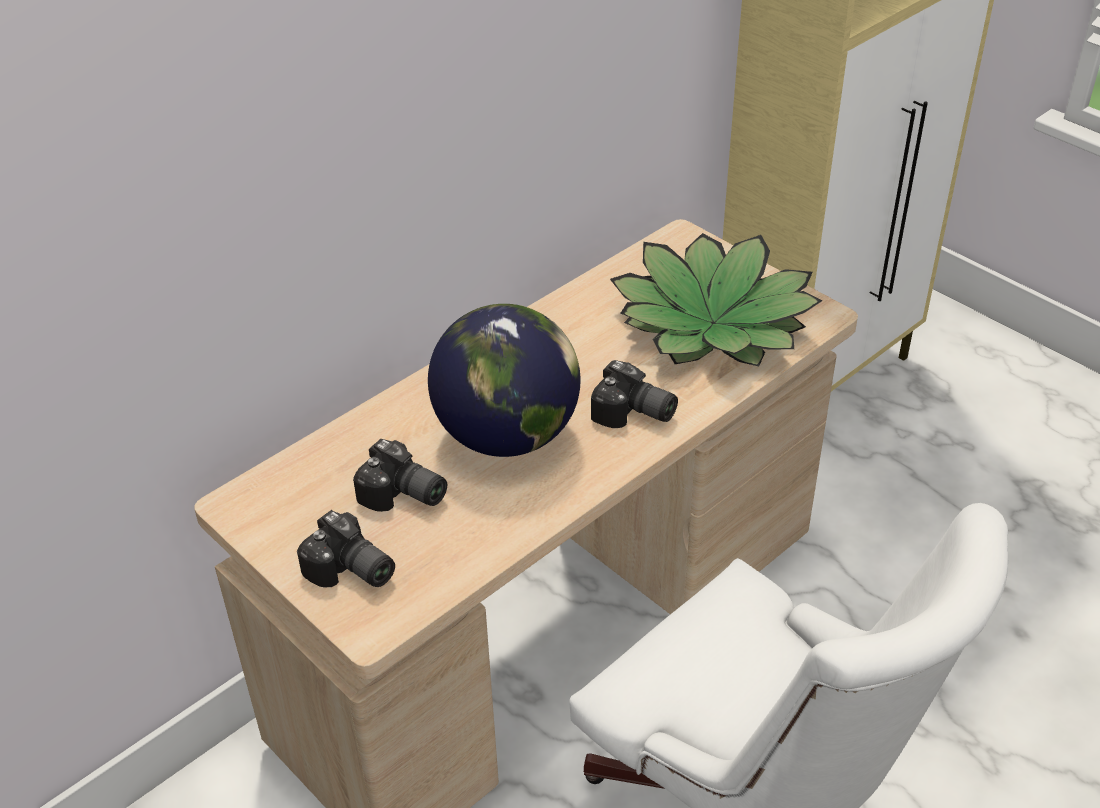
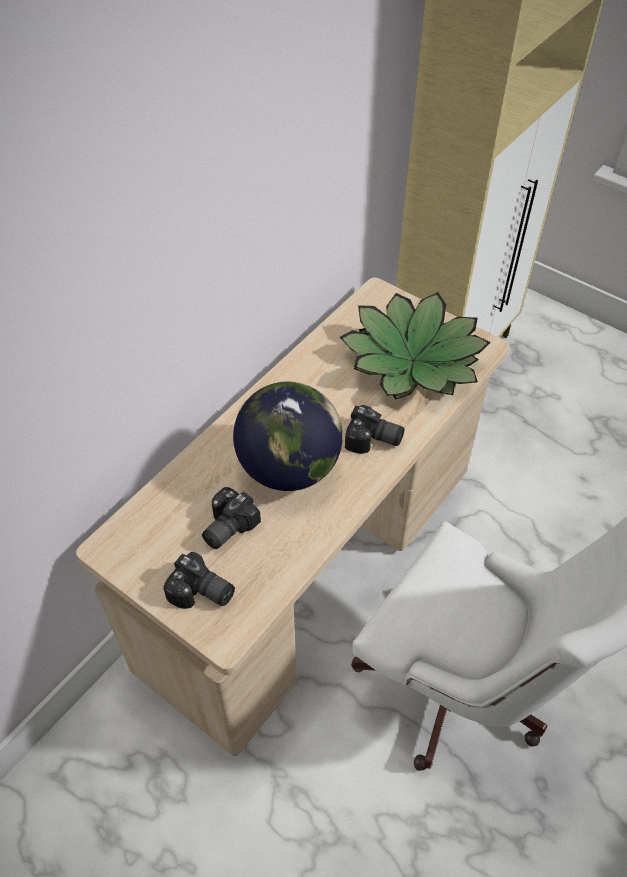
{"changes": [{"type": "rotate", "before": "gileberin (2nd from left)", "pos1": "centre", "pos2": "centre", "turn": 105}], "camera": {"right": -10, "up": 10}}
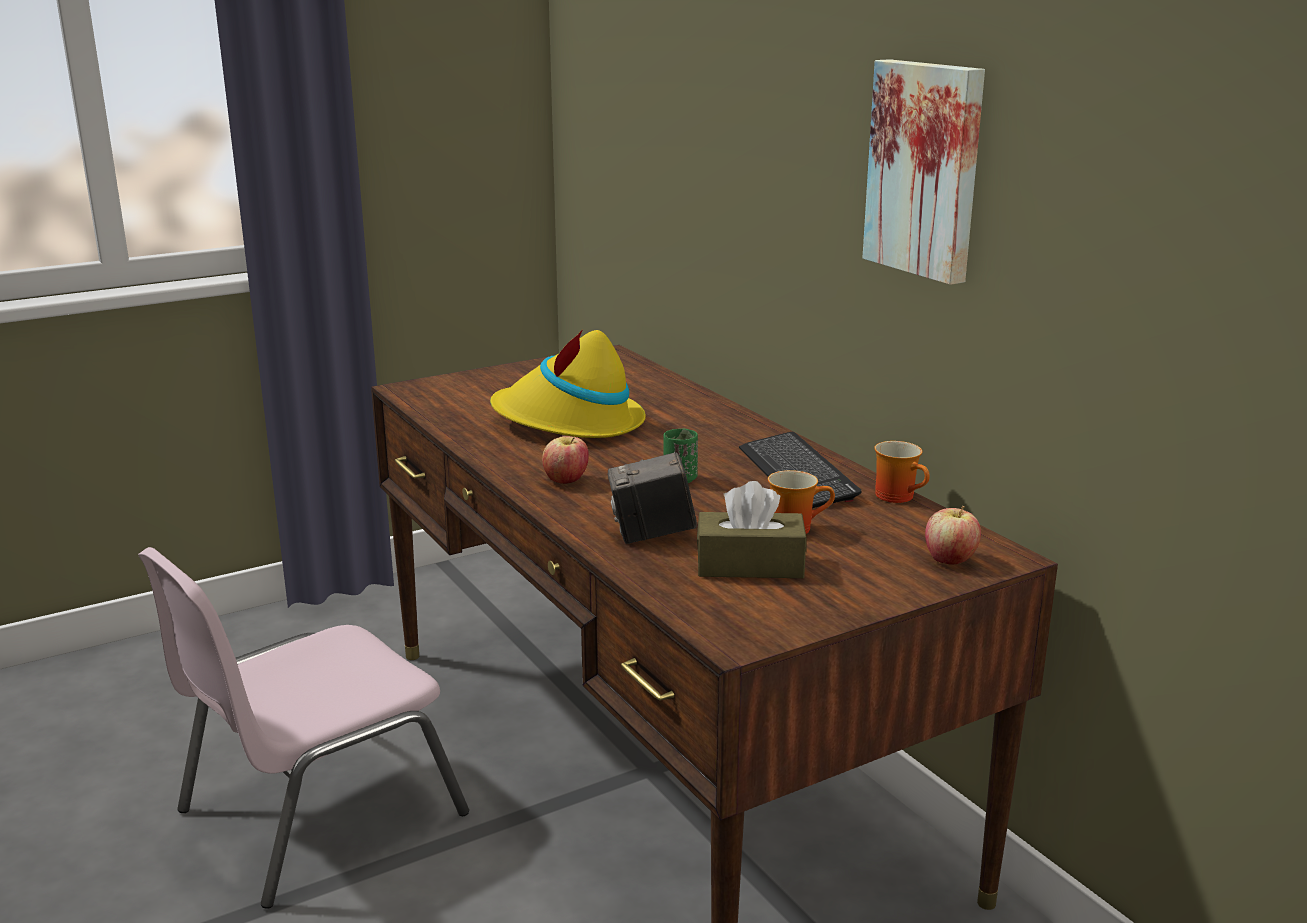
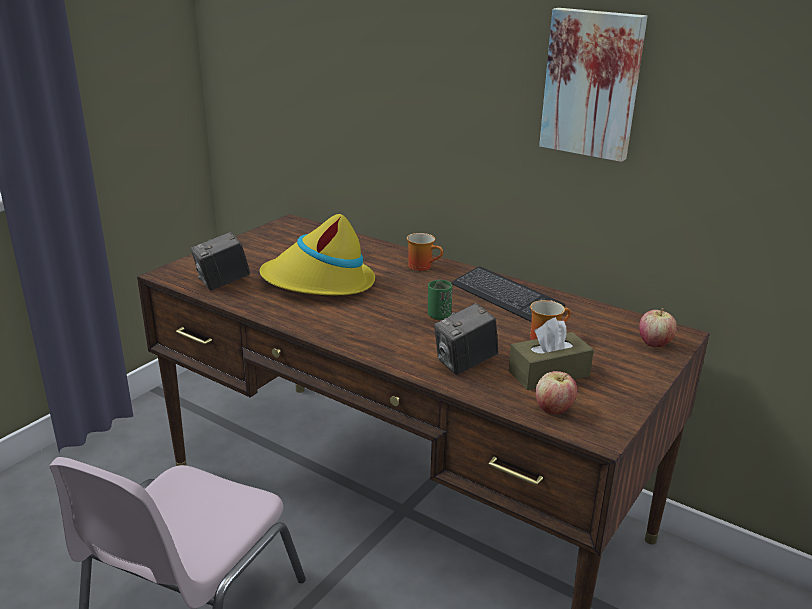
{"changes": [{"type": "move", "before": "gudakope (1st from left)", "pos1": "centre", "pos2": "middle right"}, {"type": "move", "before": "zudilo (2nd from left in the first image)", "after": "zudilo (1st from left)", "pos1": "middle right", "pos2": "centre"}, {"type": "insert", "after": "gileberin (1st from left)", "pos2": "middle left"}], "camera": {"right": -25, "up": 5}}
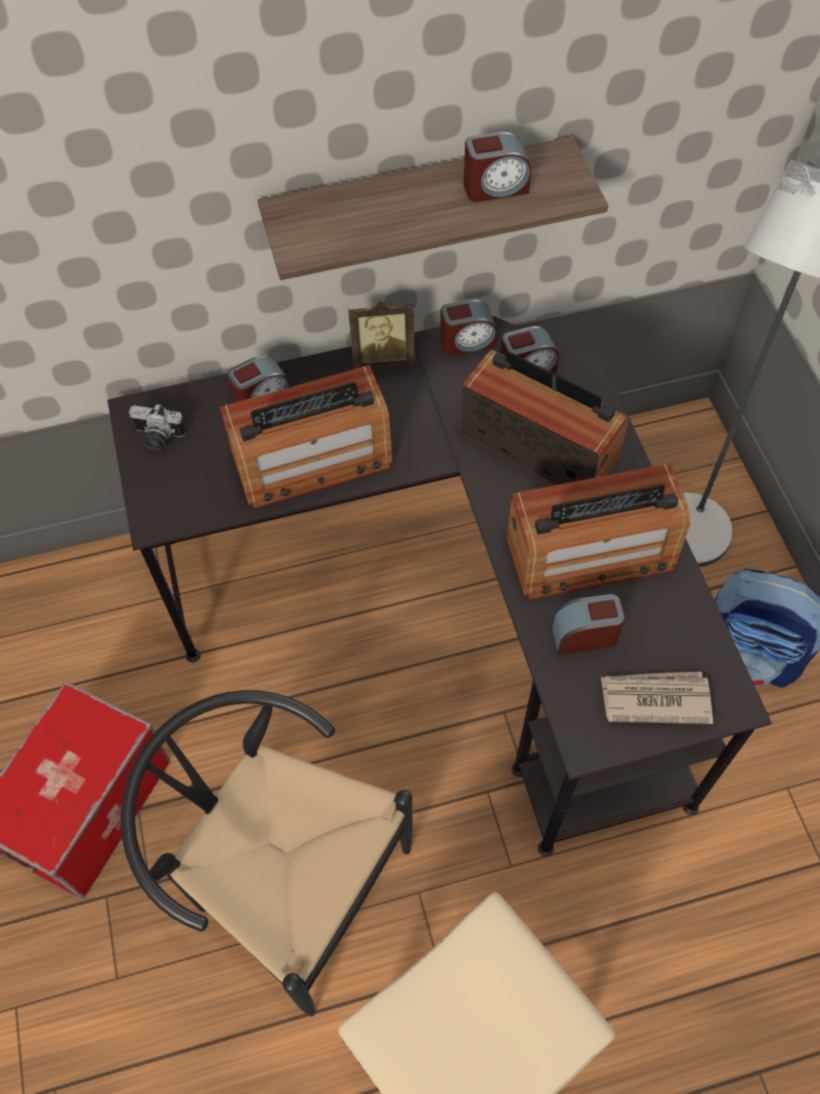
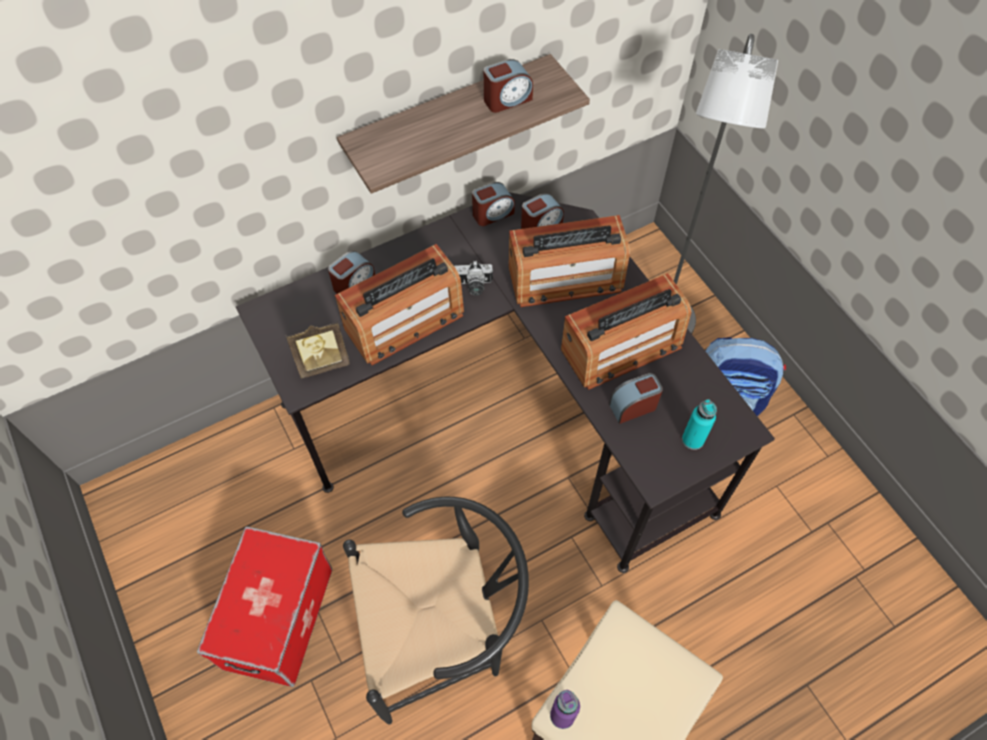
{"changes": [{"type": "rotate", "before": "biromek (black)", "pos1": "bottom left", "pos2": "bottom centre", "turn": 150}, {"type": "move", "before": "gileberin", "pos1": "middle left", "pos2": "centre"}, {"type": "move", "before": "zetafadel", "pos1": "top centre", "pos2": "middle left"}, {"type": "rotate", "before": "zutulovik (2nd from left)", "pos1": "centre", "pos2": "centre", "turn": 150}, {"type": "replace", "before": "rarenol", "after": "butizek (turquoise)", "pos1": "middle right", "pos2": "middle right"}, {"type": "insert", "after": "butizek (purple)", "pos2": "bottom centre"}], "camera": {"right": -15, "up": 0}}
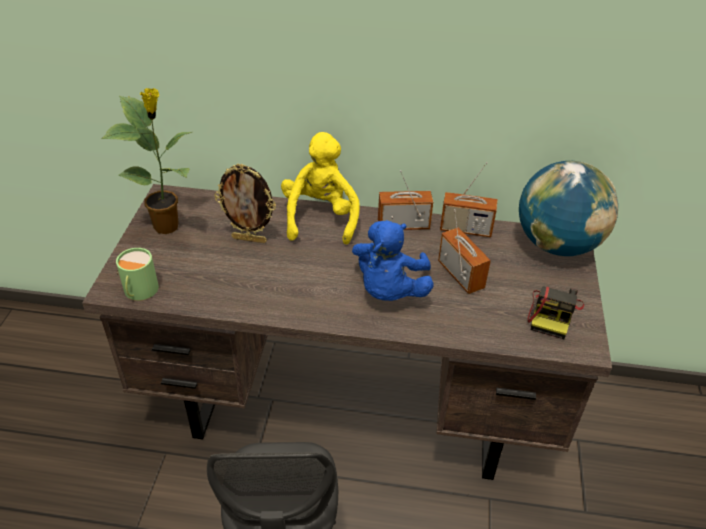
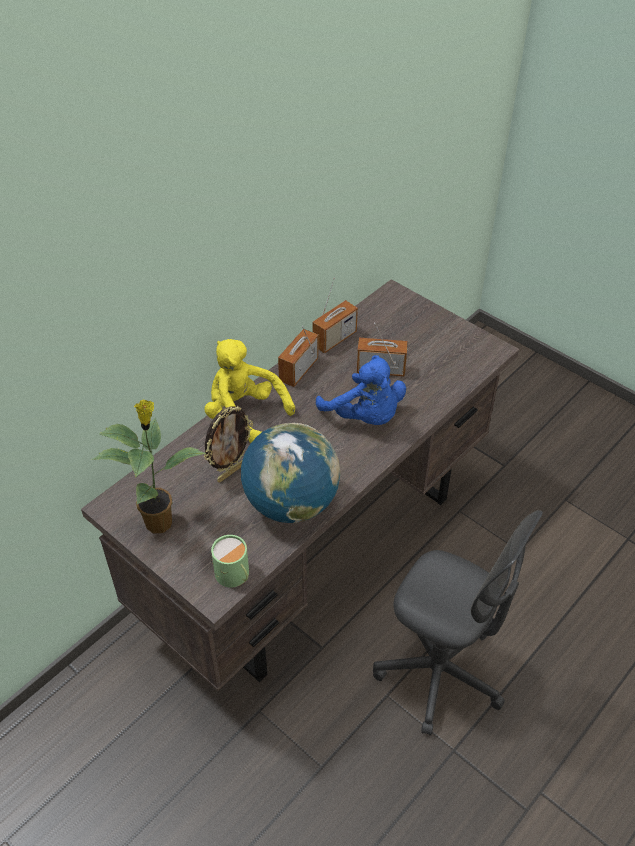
{"changes": [{"type": "move", "before": "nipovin", "pos1": "middle right", "pos2": "centre"}, {"type": "delete", "before": "gileberin", "pos1": "middle right"}], "camera": {"right": -55, "up": 5}}
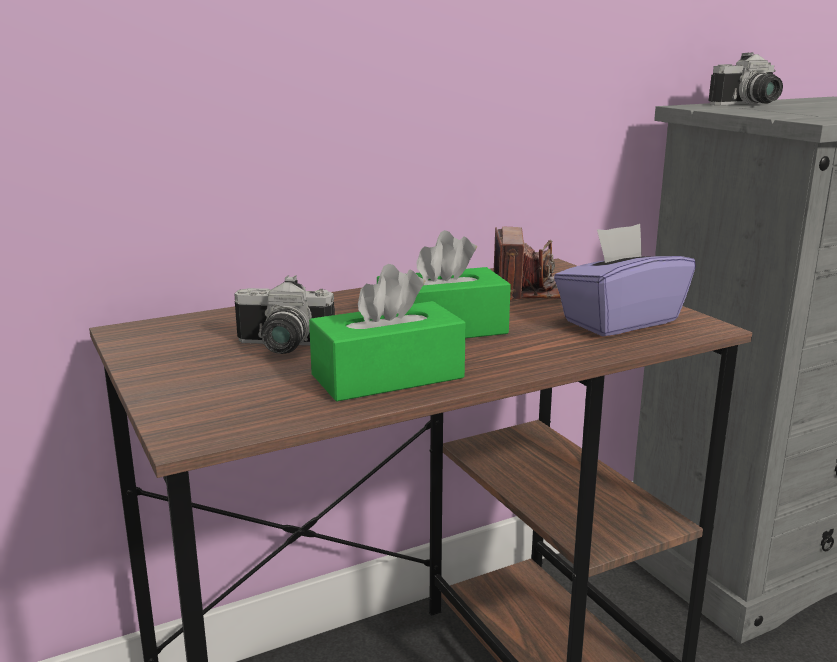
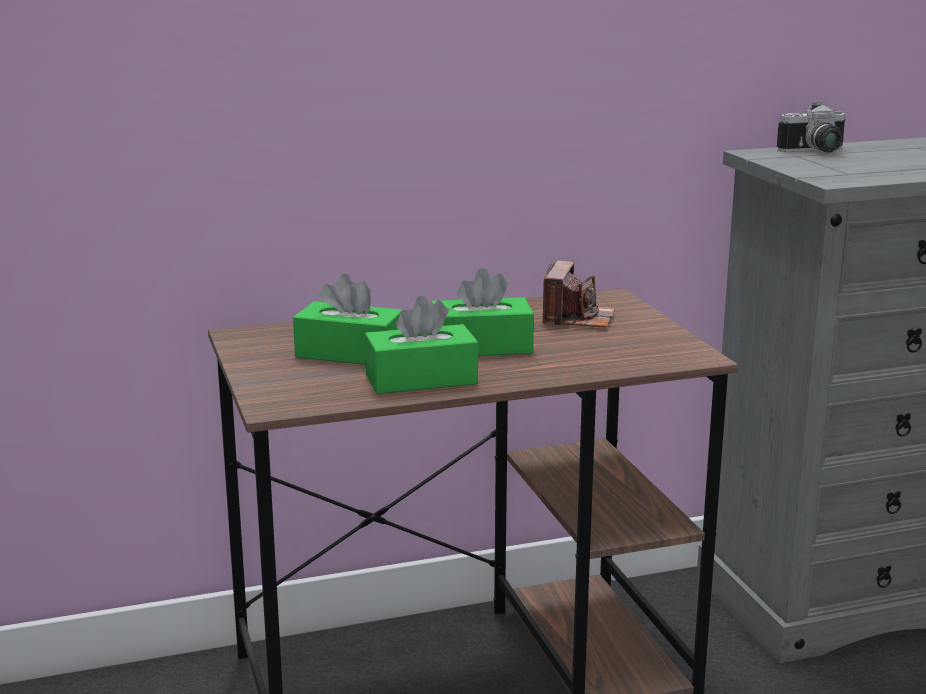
{"changes": [{"type": "replace", "before": "gileberin (1st from left)", "after": "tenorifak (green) (1st from left)", "pos1": "centre", "pos2": "centre"}, {"type": "delete", "before": "tenorifak (purple)", "pos1": "middle right"}], "camera": {"right": 10, "up": 0}}
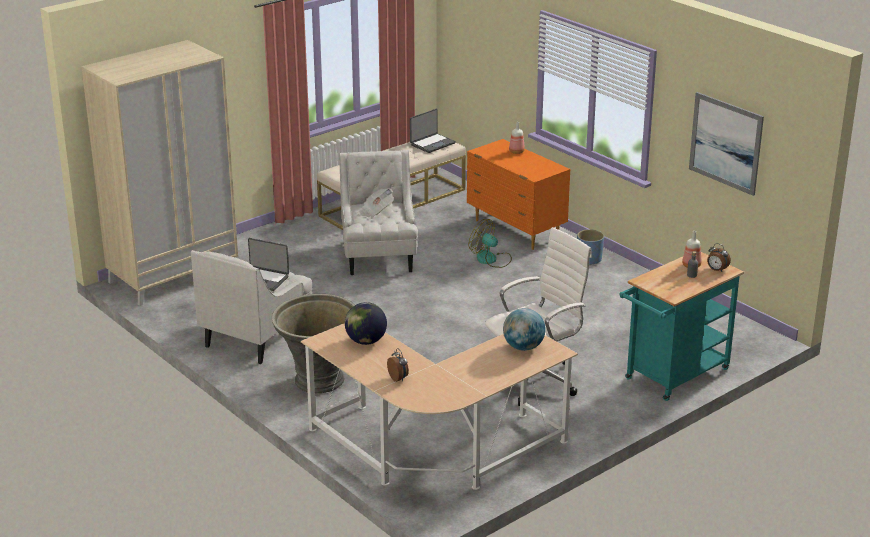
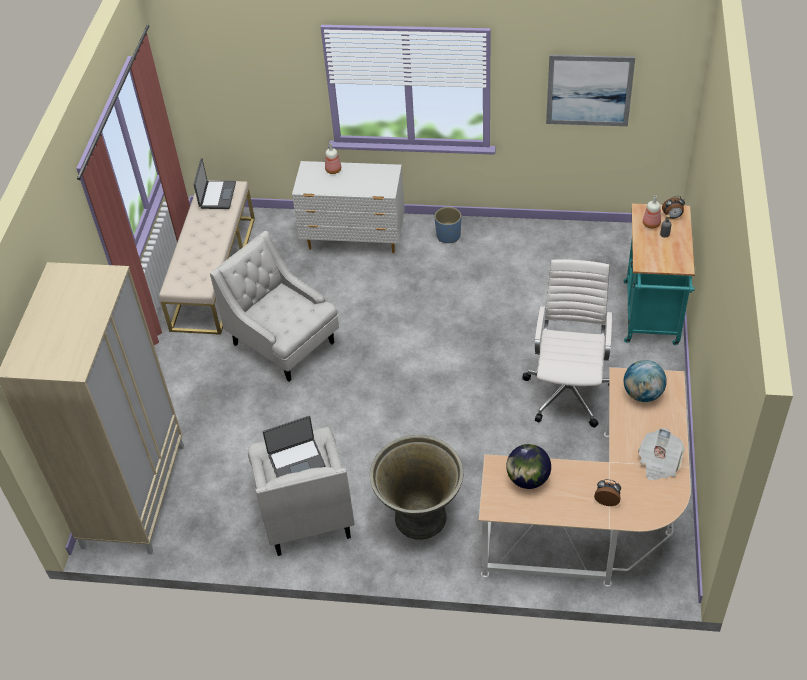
{"changes": [{"type": "move", "before": "rarenol", "pos1": "centre", "pos2": "bottom right"}, {"type": "recolor", "before": "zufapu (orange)", "after": "zufapu (white)", "pos1": "centre", "pos2": "top centre"}, {"type": "delete", "before": "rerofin", "pos1": "centre"}], "camera": {"right": -40, "up": 20}}
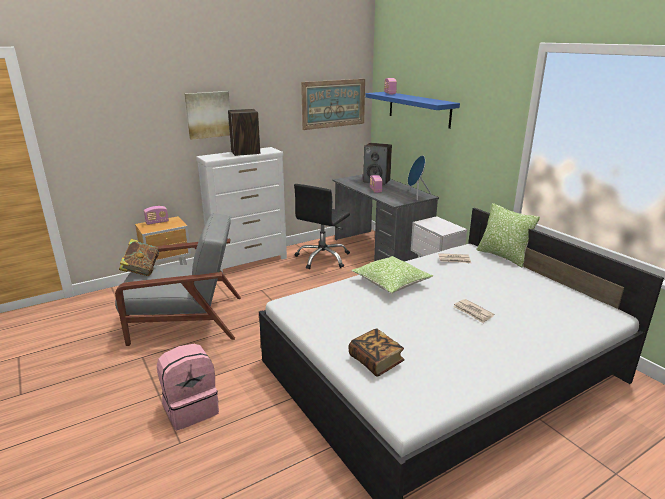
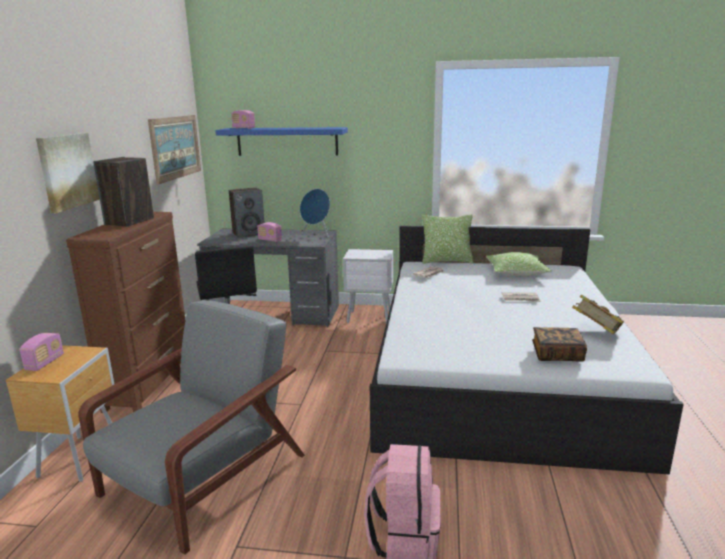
{"changes": [{"type": "move", "before": "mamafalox (1st from left in the first image)", "after": "mamafalox (2nd from left)", "pos1": "middle left", "pos2": "middle right"}, {"type": "recolor", "before": "zufapu (white)", "after": "zufapu (brown)", "pos1": "centre", "pos2": "middle left"}, {"type": "move", "before": "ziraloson (1st from left in the first image)", "after": "ziraloson (2nd from left)", "pos1": "centre", "pos2": "middle right"}], "camera": {"right": -50, "up": -5}}
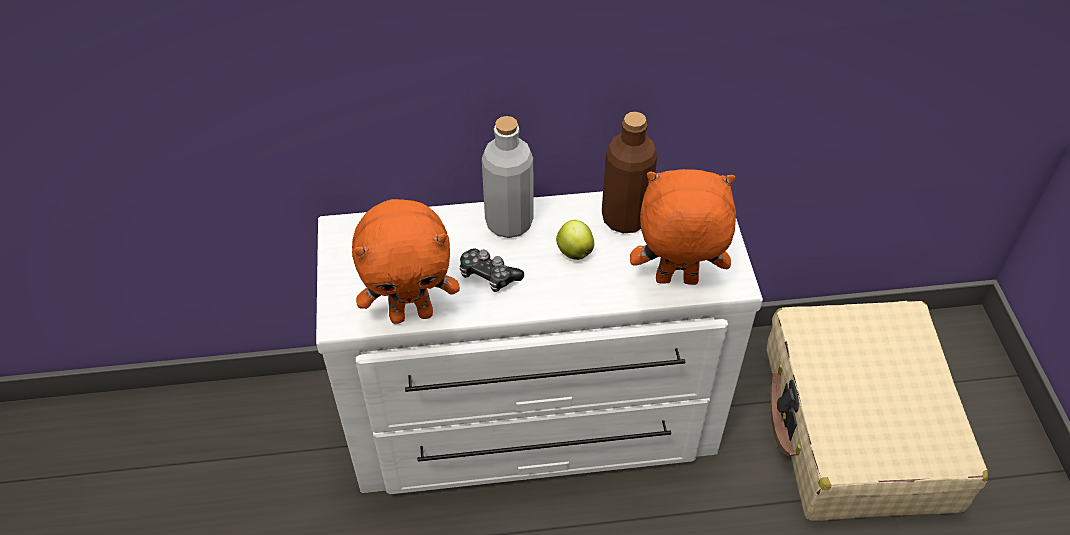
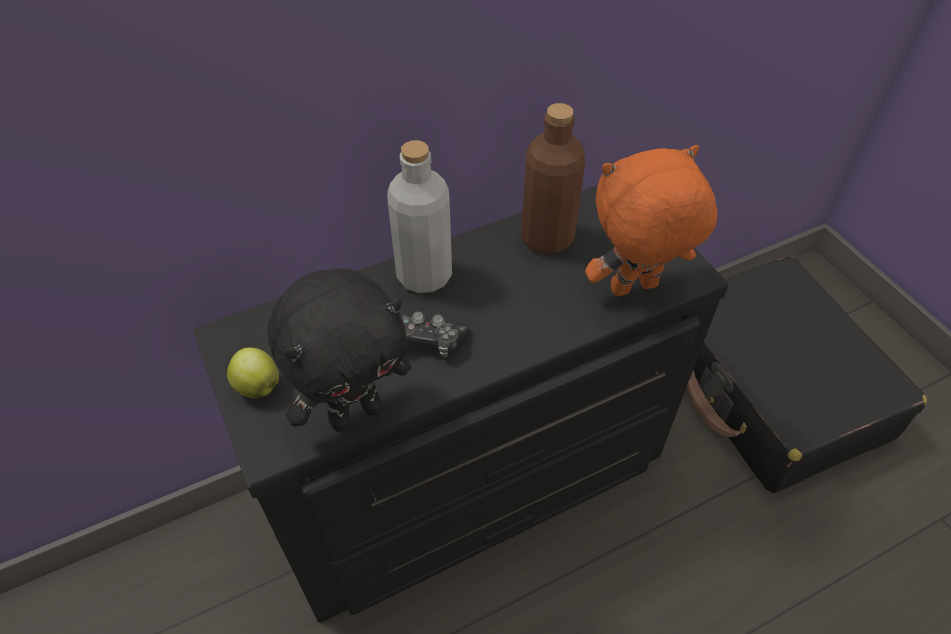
{"changes": [{"type": "recolor", "before": "zufapu (white)", "after": "zufapu (black)", "pos1": "centre", "pos2": "centre"}, {"type": "recolor", "before": "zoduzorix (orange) (1st from left)", "after": "zoduzorix (black)", "pos1": "centre", "pos2": "centre"}, {"type": "move", "before": "gudakope", "pos1": "centre", "pos2": "middle left"}, {"type": "recolor", "before": "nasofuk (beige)", "after": "nasofuk (black)", "pos1": "bottom right", "pos2": "middle right"}], "camera": {"right": -20, "up": 0}}
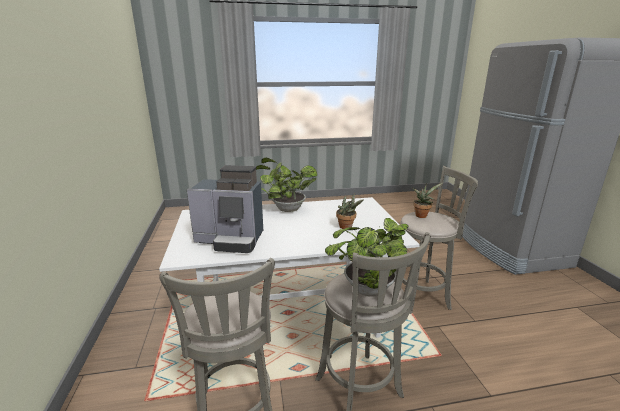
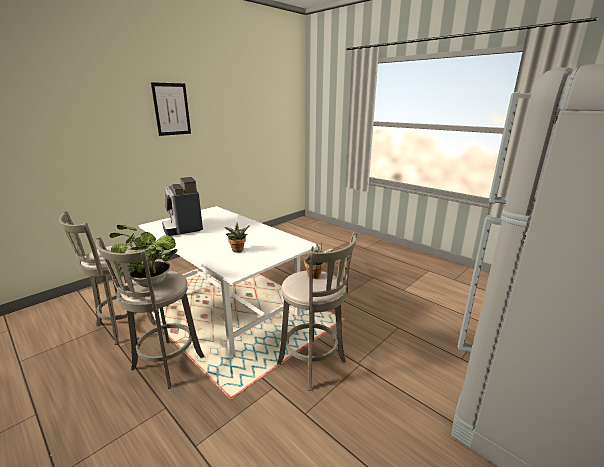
{"changes": [{"type": "delete", "before": "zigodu (1st from left)", "pos1": "centre"}, {"type": "insert", "after": "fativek", "pos2": "top left"}], "camera": {"right": 55, "up": 0}}
